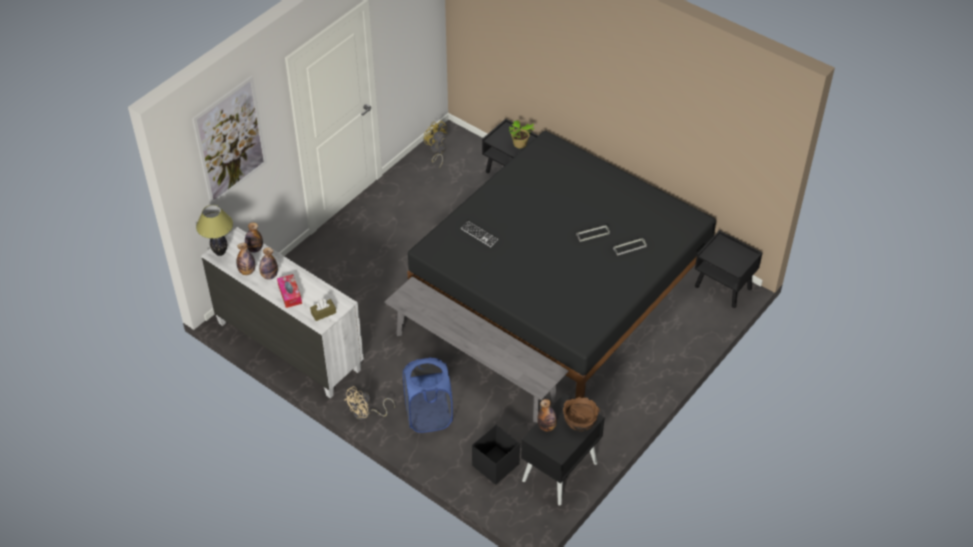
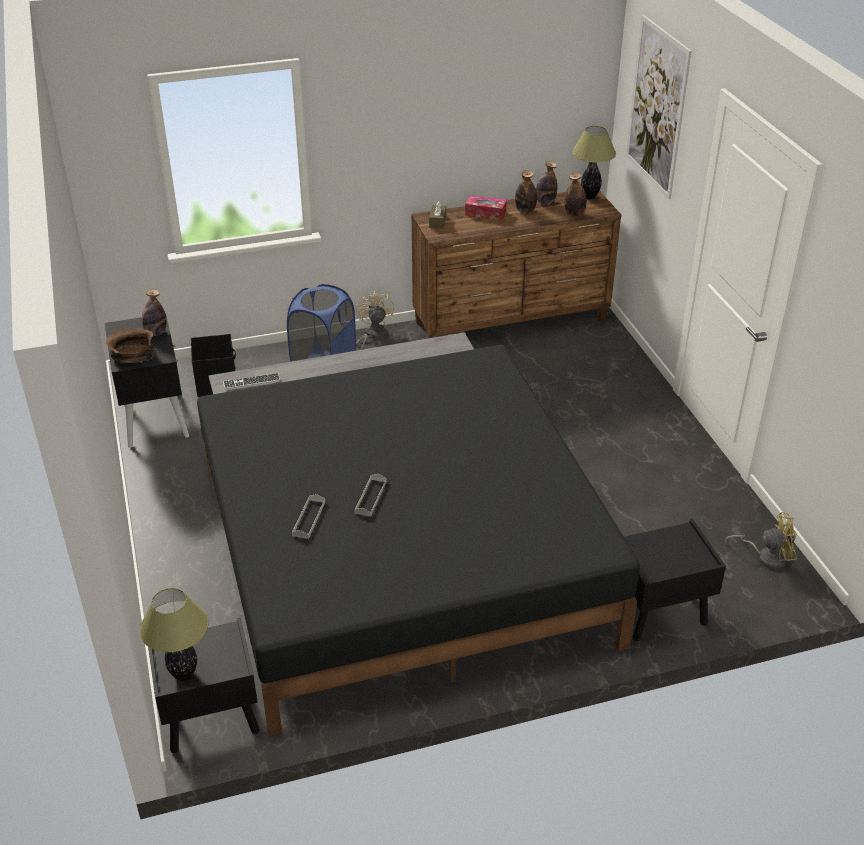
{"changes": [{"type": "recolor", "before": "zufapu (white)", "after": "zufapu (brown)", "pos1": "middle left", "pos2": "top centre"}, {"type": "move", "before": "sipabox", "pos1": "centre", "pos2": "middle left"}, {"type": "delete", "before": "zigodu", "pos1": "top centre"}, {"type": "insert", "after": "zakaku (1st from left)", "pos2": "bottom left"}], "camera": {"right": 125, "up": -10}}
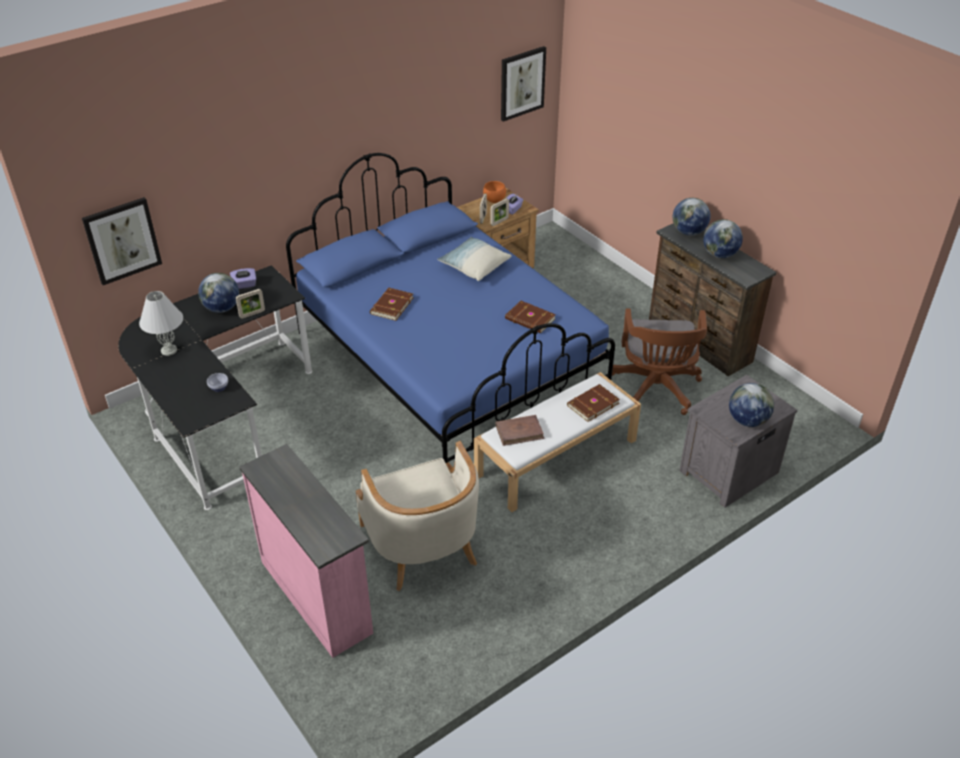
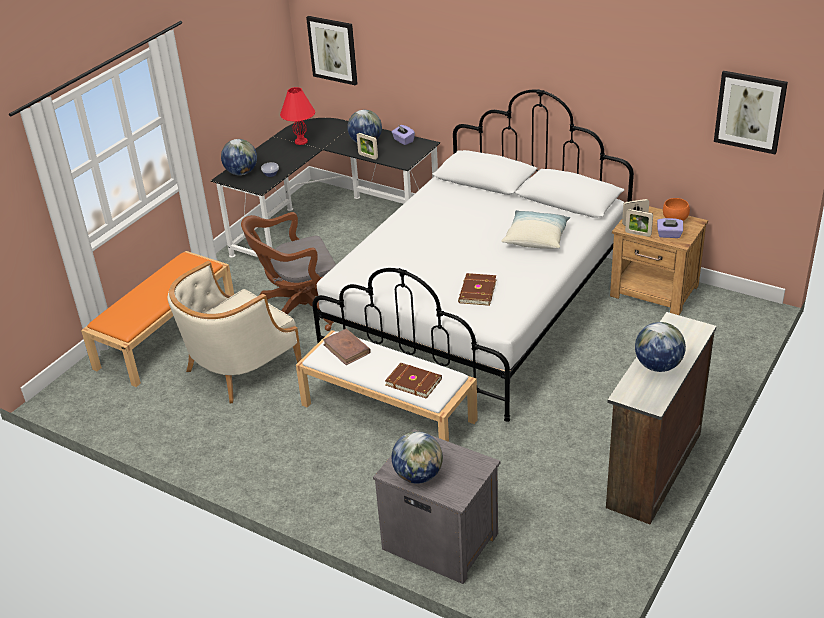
{"changes": [{"type": "recolor", "before": "zakaku (white)", "after": "zakaku (red)", "pos1": "middle left", "pos2": "top centre"}, {"type": "replace", "before": "zufapu (pink)", "after": "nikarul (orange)", "pos1": "bottom left", "pos2": "middle left"}, {"type": "recolor", "before": "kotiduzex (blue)", "after": "kotiduzex (white)", "pos1": "centre", "pos2": "centre"}, {"type": "delete", "before": "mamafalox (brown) (1st from left)", "pos1": "centre"}, {"type": "move", "before": "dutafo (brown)", "pos1": "middle right", "pos2": "centre"}, {"type": "move", "before": "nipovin (2nd from left in the first image)", "after": "nipovin (1st from left)", "pos1": "top right", "pos2": "top left"}], "camera": {"right": 70, "up": -5}}
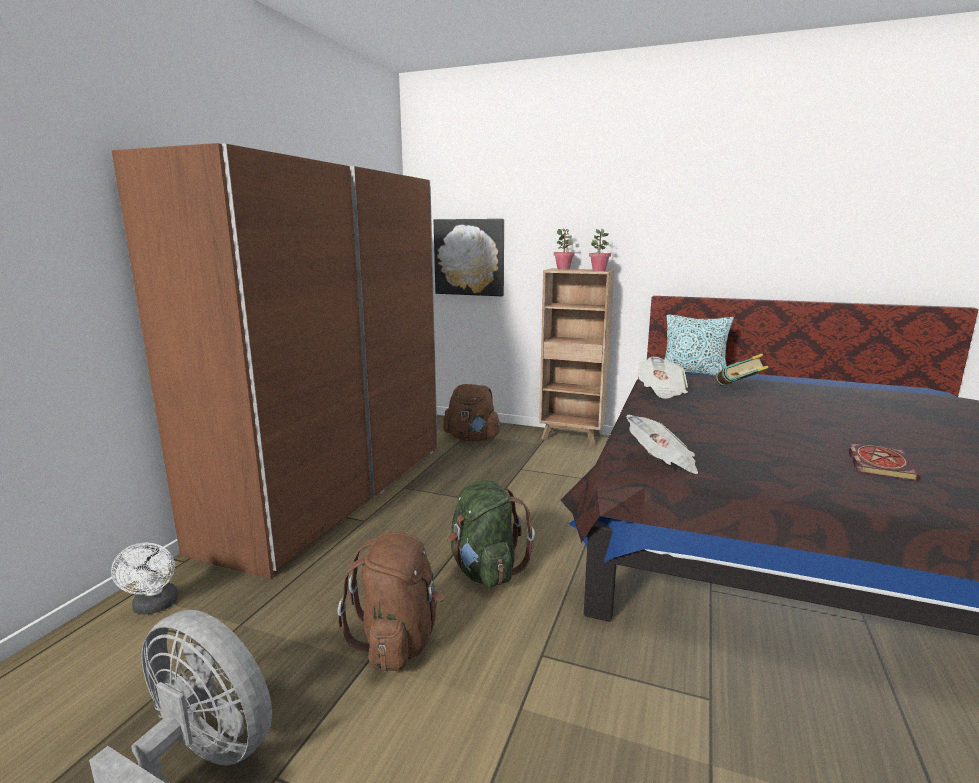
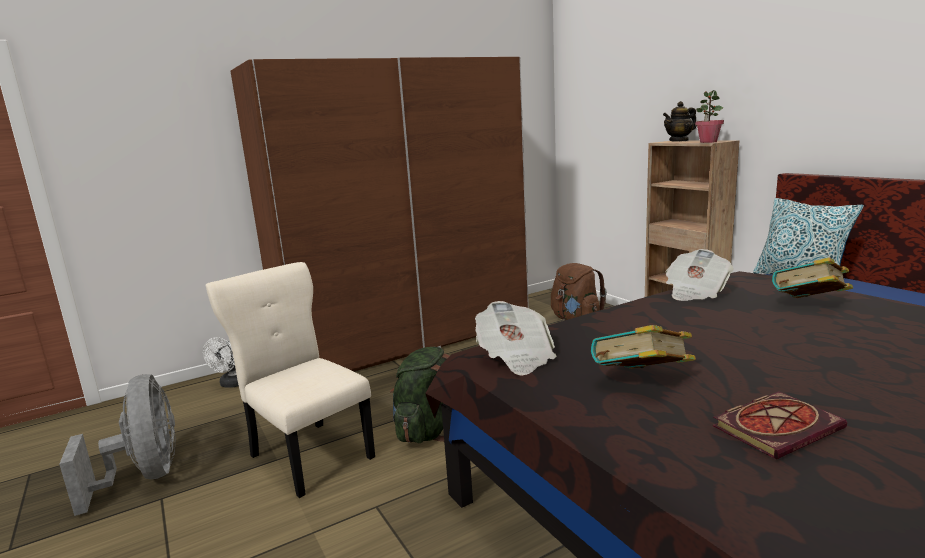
{"changes": [{"type": "replace", "before": "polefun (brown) (1st from left)", "after": "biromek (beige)", "pos1": "bottom centre", "pos2": "bottom left"}, {"type": "delete", "before": "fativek", "pos1": "top centre"}, {"type": "replace", "before": "zigodu (1st from left)", "after": "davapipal", "pos1": "top centre", "pos2": "top right"}, {"type": "insert", "after": "mamafalox (1st from left)", "pos2": "middle right"}], "camera": {"right": 40, "up": 0}}
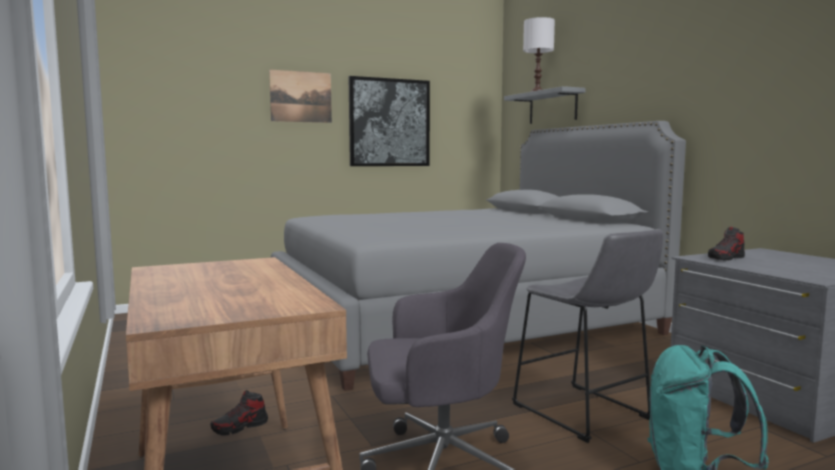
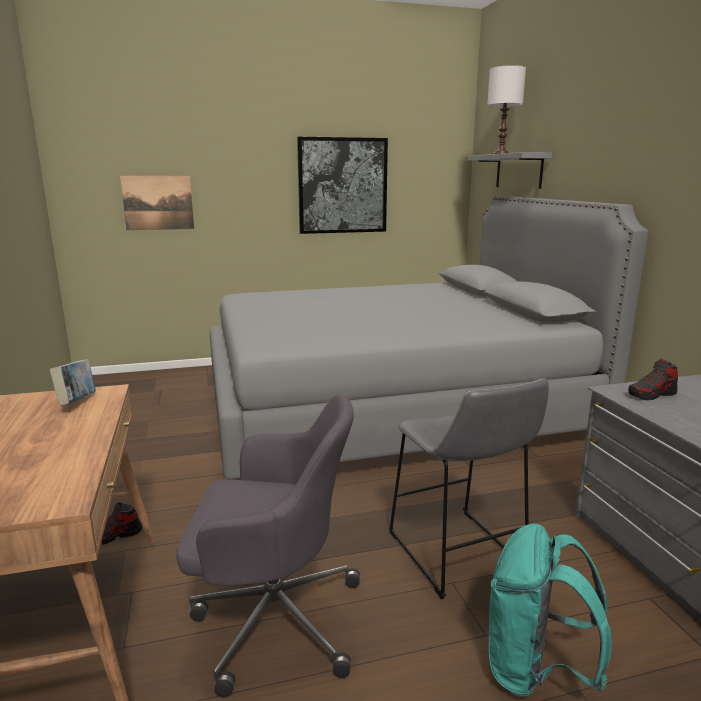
{"changes": [{"type": "move", "before": "fativek (1st from left)", "pos1": "top centre", "pos2": "top left"}, {"type": "insert", "after": "mamafalox", "pos2": "middle left"}], "camera": {"right": 10, "up": 10}}
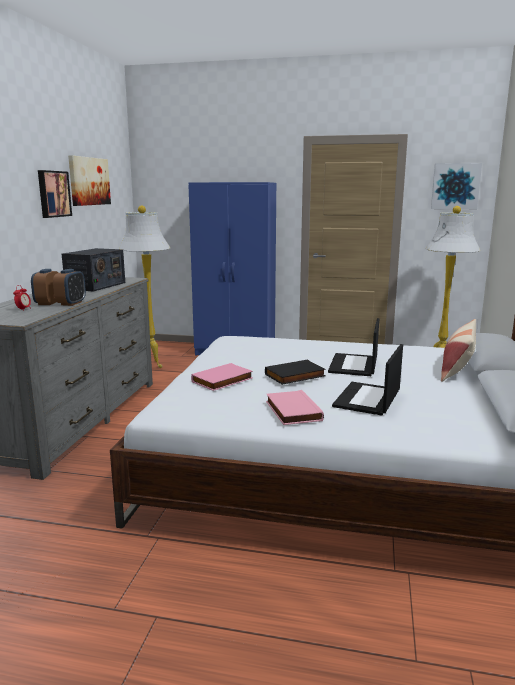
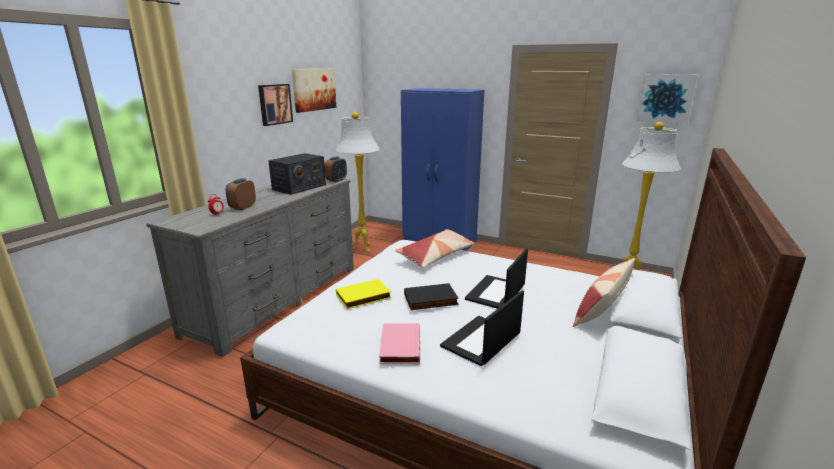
{"changes": [{"type": "move", "before": "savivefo (3rd from left)", "pos1": "middle left", "pos2": "centre"}, {"type": "recolor", "before": "mamafalox (pink) (1st from left)", "after": "mamafalox (yellow)", "pos1": "centre", "pos2": "centre"}, {"type": "insert", "after": "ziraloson (1st from left)", "pos2": "centre"}], "camera": {"right": 15, "up": 5}}
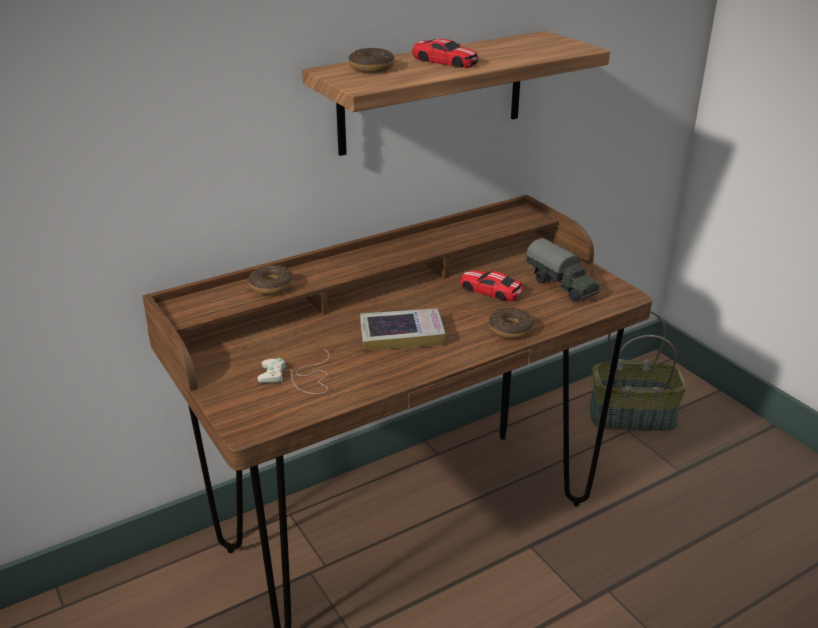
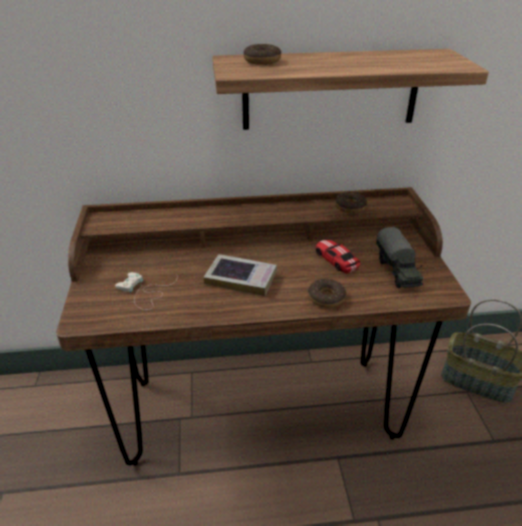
{"changes": [{"type": "move", "before": "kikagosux (1st from left in the first image)", "after": "kikagosux (3rd from left)", "pos1": "middle left", "pos2": "middle right"}, {"type": "delete", "before": "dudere (1st from left)", "pos1": "top centre"}], "camera": {"right": 25, "up": 5}}
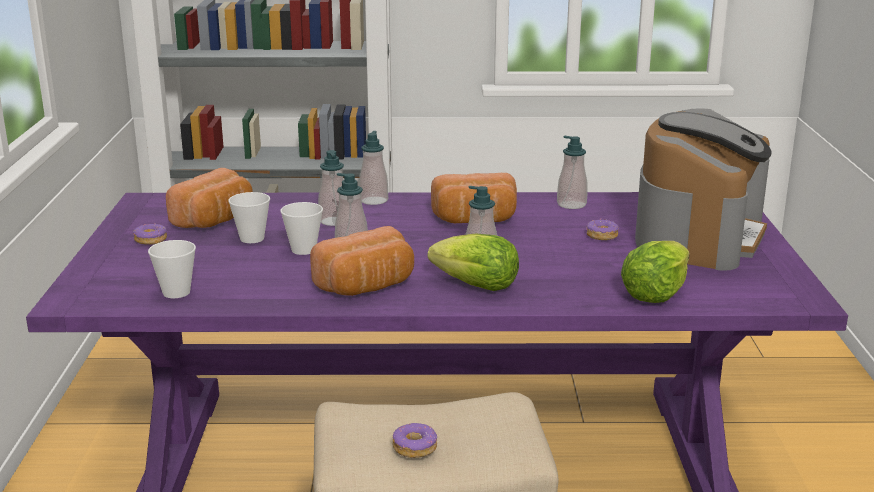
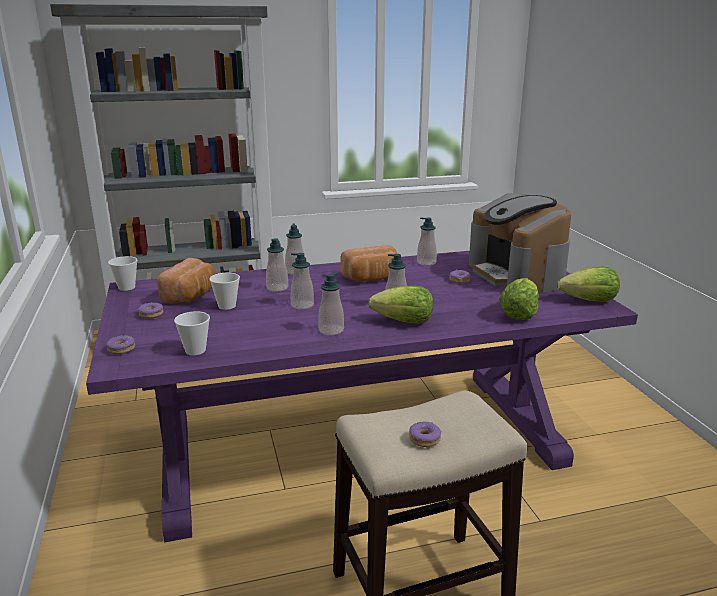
{"changes": [{"type": "move", "before": "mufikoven (3rd from left in the first image)", "after": "mufikoven (1st from left)", "pos1": "centre", "pos2": "middle left"}, {"type": "replace", "before": "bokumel (2nd from left)", "after": "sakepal (4th from left)", "pos1": "centre", "pos2": "centre"}, {"type": "rotate", "before": "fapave", "pos1": "middle right", "pos2": "middle right", "turn": 150}, {"type": "insert", "after": "kikagosux (1st from left)", "pos2": "middle left"}, {"type": "insert", "after": "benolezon (3rd from left)", "pos2": "middle right"}], "camera": {"right": -15, "up": 0}}
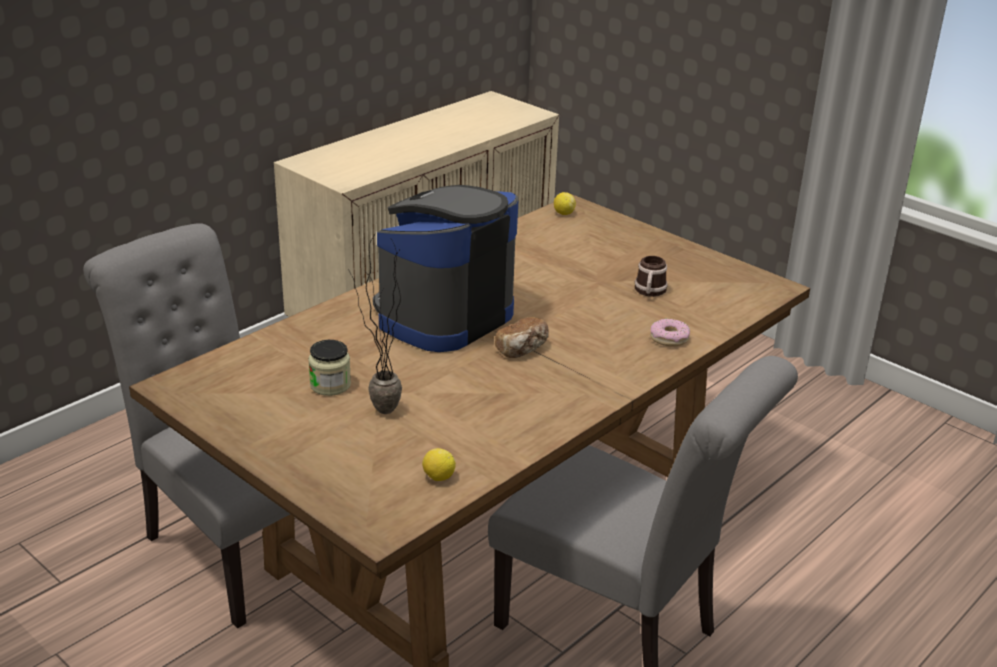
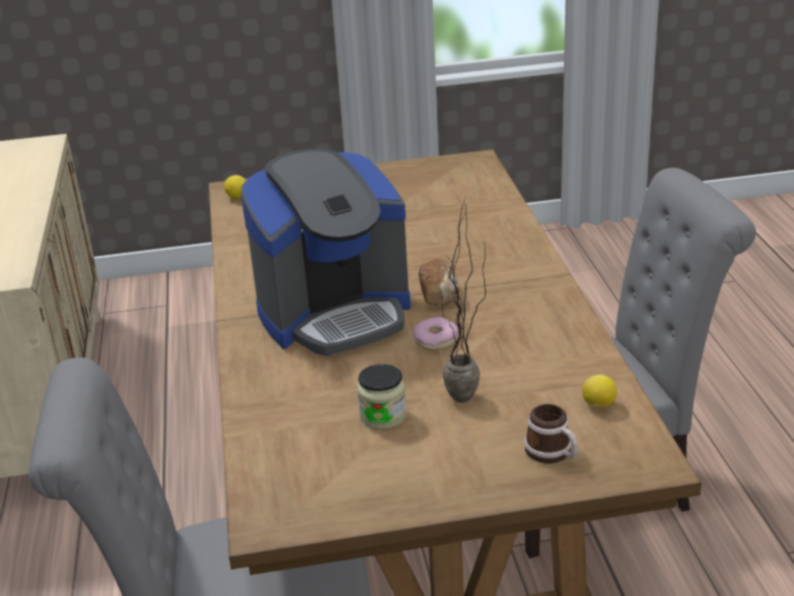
{"changes": [{"type": "rotate", "before": "fapave", "pos1": "centre", "pos2": "centre", "turn": -105}, {"type": "move", "before": "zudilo", "pos1": "centre", "pos2": "bottom right"}, {"type": "move", "before": "kikagosux", "pos1": "middle right", "pos2": "centre"}], "camera": {"right": -50, "up": 0}}
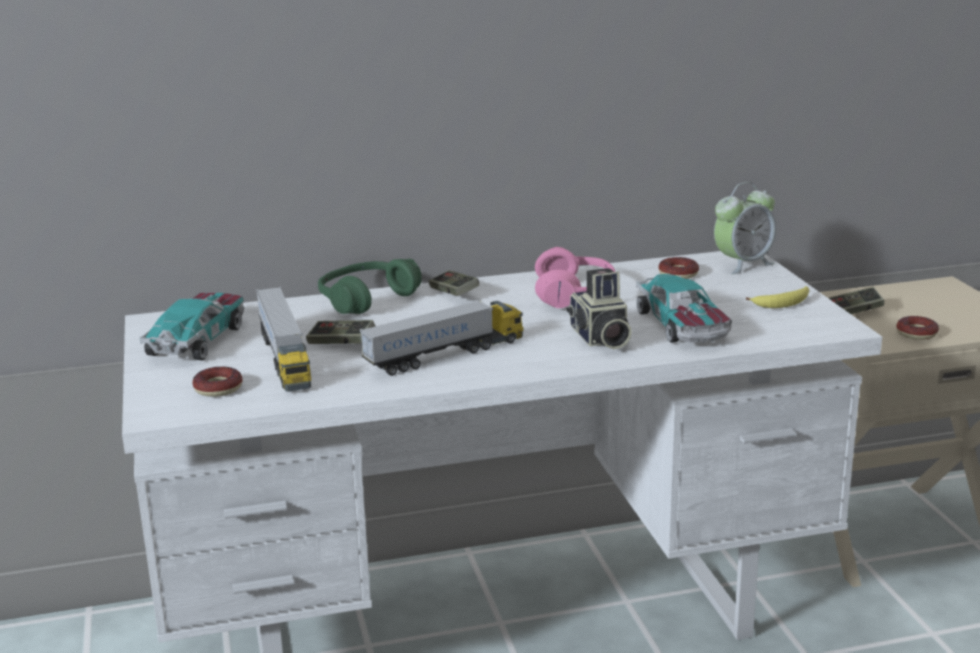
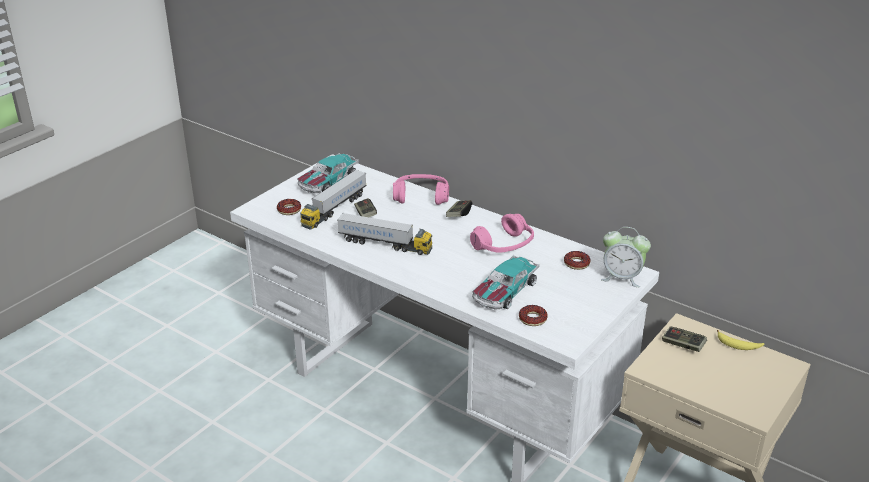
{"changes": [{"type": "rotate", "before": "dudere (1st from left)", "pos1": "middle left", "pos2": "centre", "turn": 150}, {"type": "recolor", "before": "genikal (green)", "after": "genikal (pink) (1st from left)", "pos1": "centre", "pos2": "centre"}, {"type": "delete", "before": "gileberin", "pos1": "centre"}, {"type": "move", "before": "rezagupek", "pos1": "middle right", "pos2": "bottom right"}, {"type": "move", "before": "kikagosux (3rd from left in the first image)", "after": "kikagosux (2nd from left)", "pos1": "middle right", "pos2": "centre"}], "camera": {"right": 50, "up": 10}}
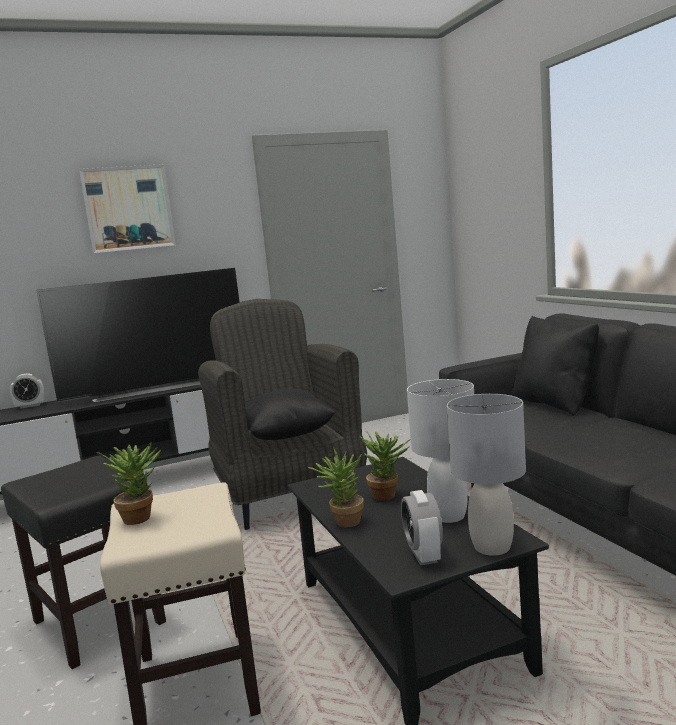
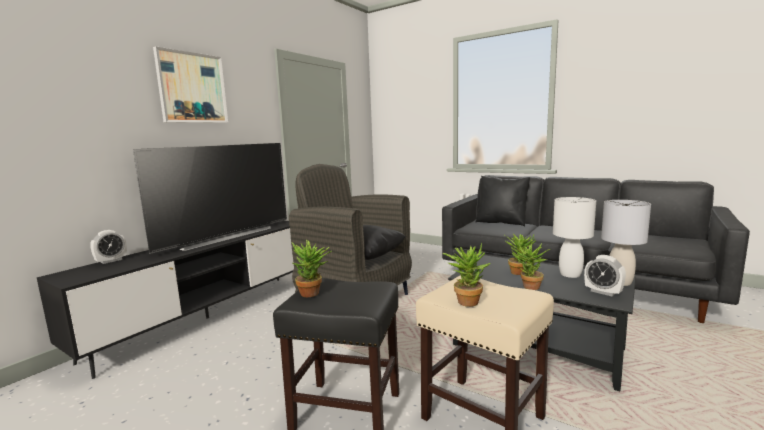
{"changes": [{"type": "insert", "after": "zigodu (1st from left)", "pos2": "centre"}], "camera": {"right": -35, "up": 0}}
